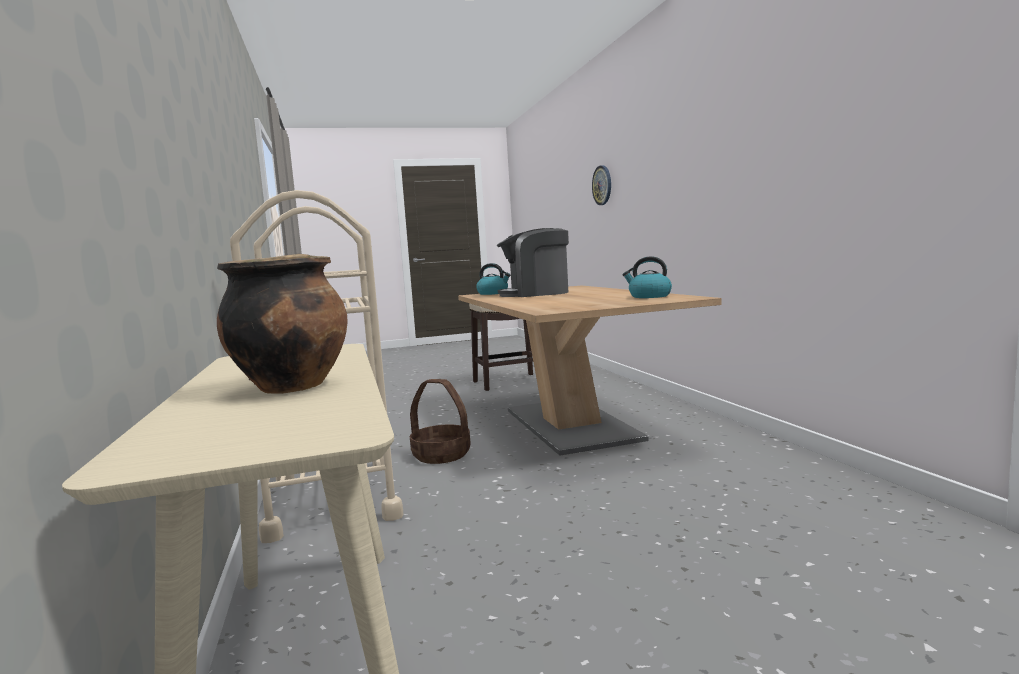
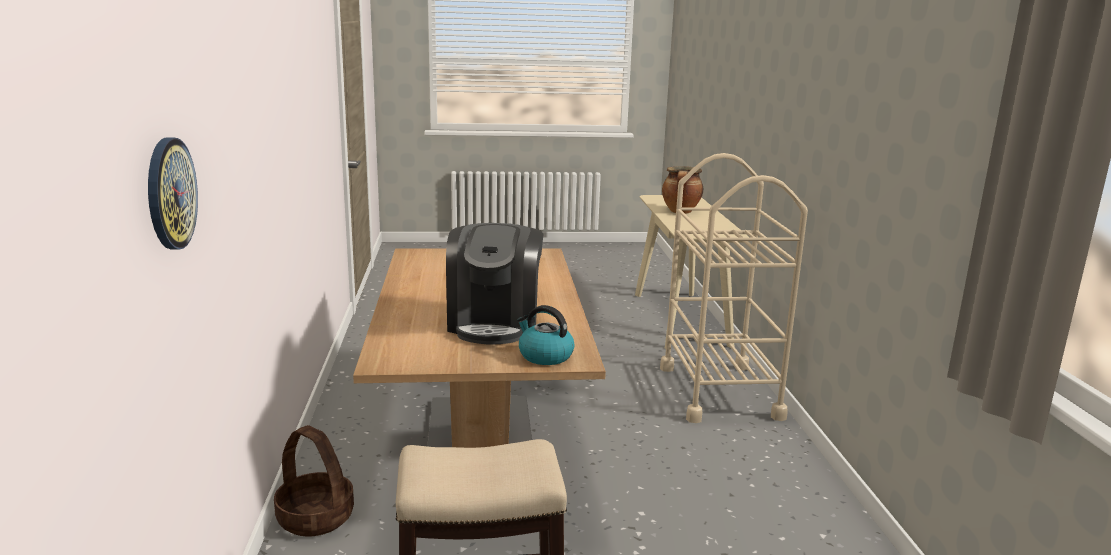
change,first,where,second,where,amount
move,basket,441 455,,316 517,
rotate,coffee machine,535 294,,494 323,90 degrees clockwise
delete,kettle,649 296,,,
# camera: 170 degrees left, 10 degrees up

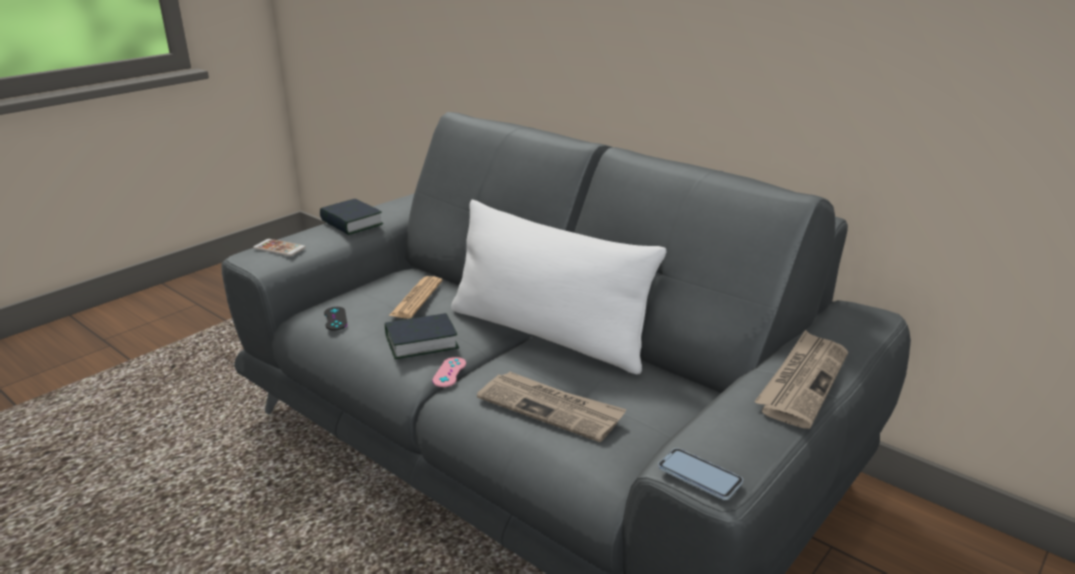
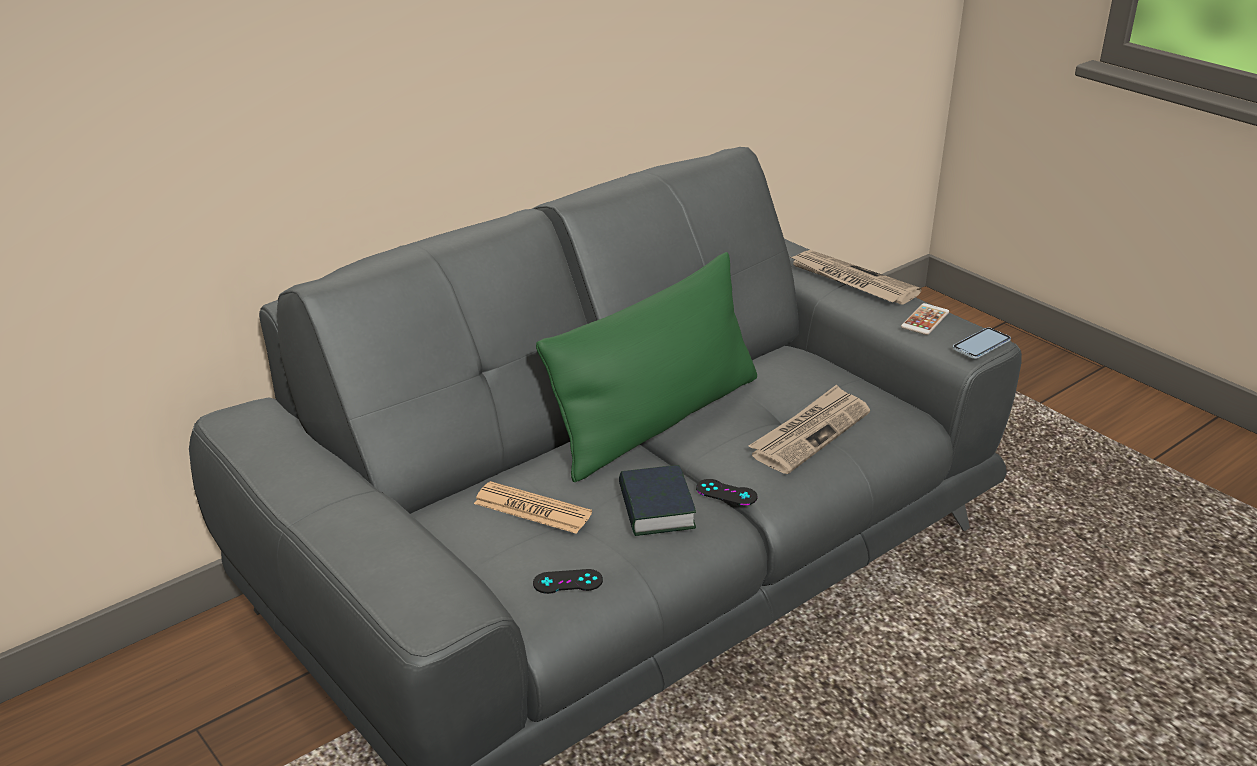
change,first,where,second,where,amount
move,phone,279 248,,925 320,
delete,book,351 223,,,
recolor,pink game controller,449 372,black game controller,726 492,
recolor,white pillow,547 334,green pillow,657 420,
# camera: 80 degrees left, 5 degrees up

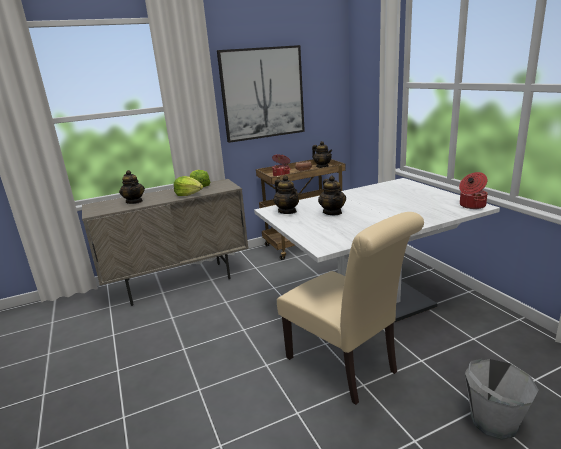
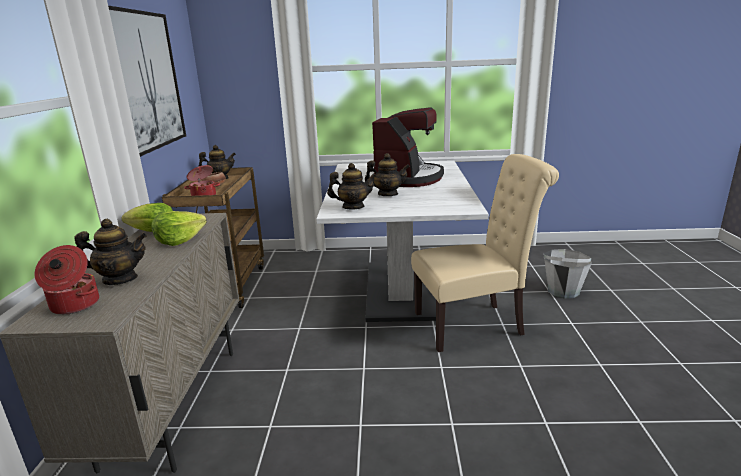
change,first,where,second,where,amount
move,cooking pot,471 205,,74 305,
insert,,,coffee machine,408 178,
# camera: 65 degrees left, 0 degrees up

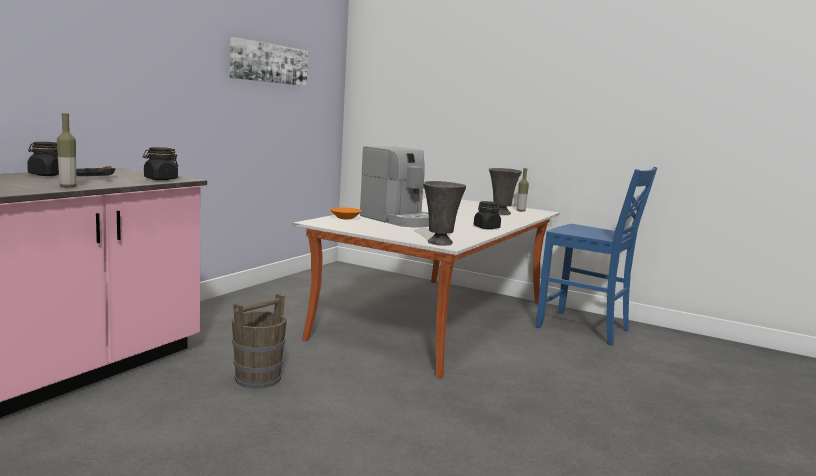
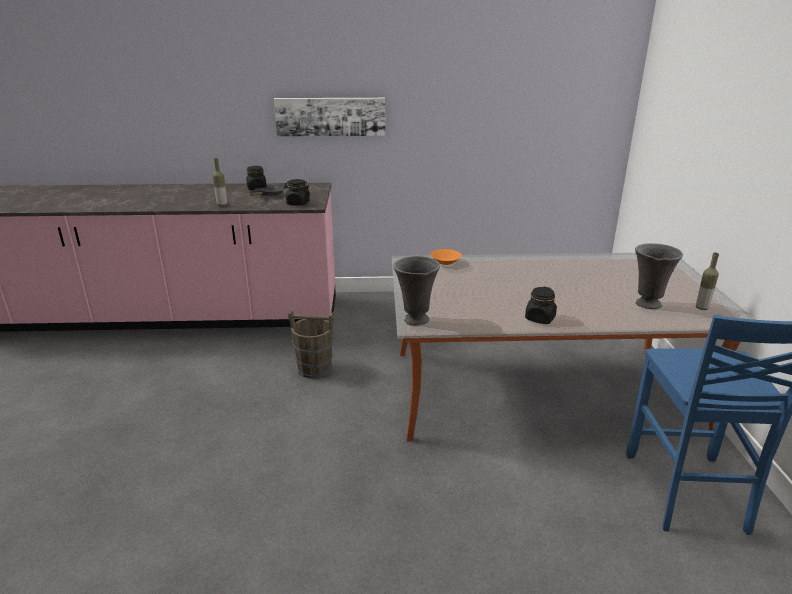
change,first,where,second,where,amount
move,picture,269 63,,330 116,
delete,coffee machine,399 220,,,
# camera: 60 degrees right, 15 degrees up

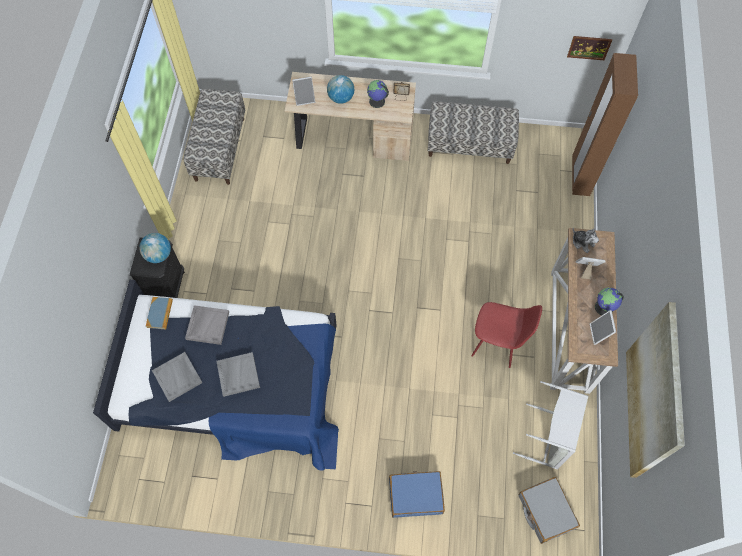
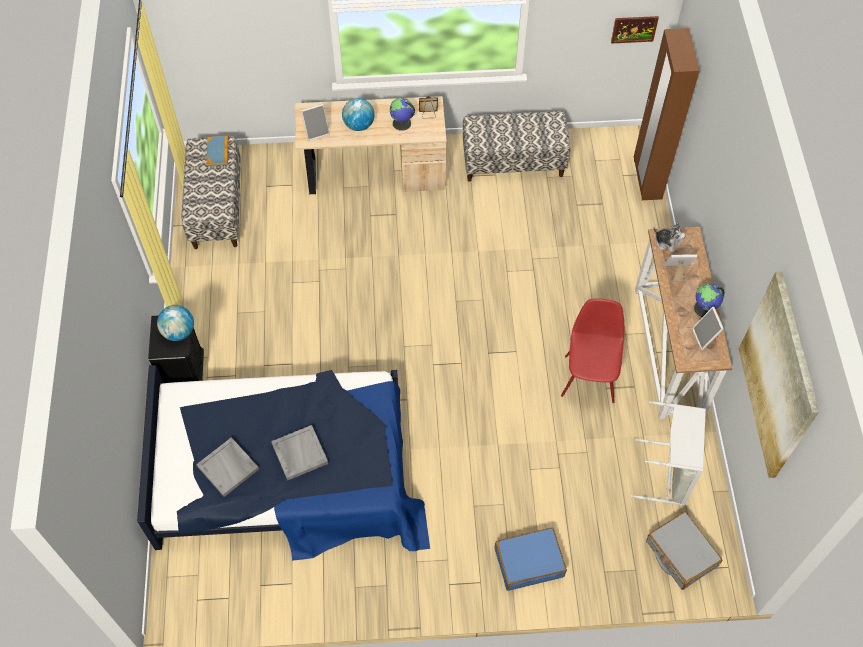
change,first,where,second,where,amount
move,book,160 313,,218 152,
delete,grey tray,207 325,,,
rotate,red chair,498 342,,589 377,90 degrees counterclockwise
# camera: 10 degrees left, 5 degrees down

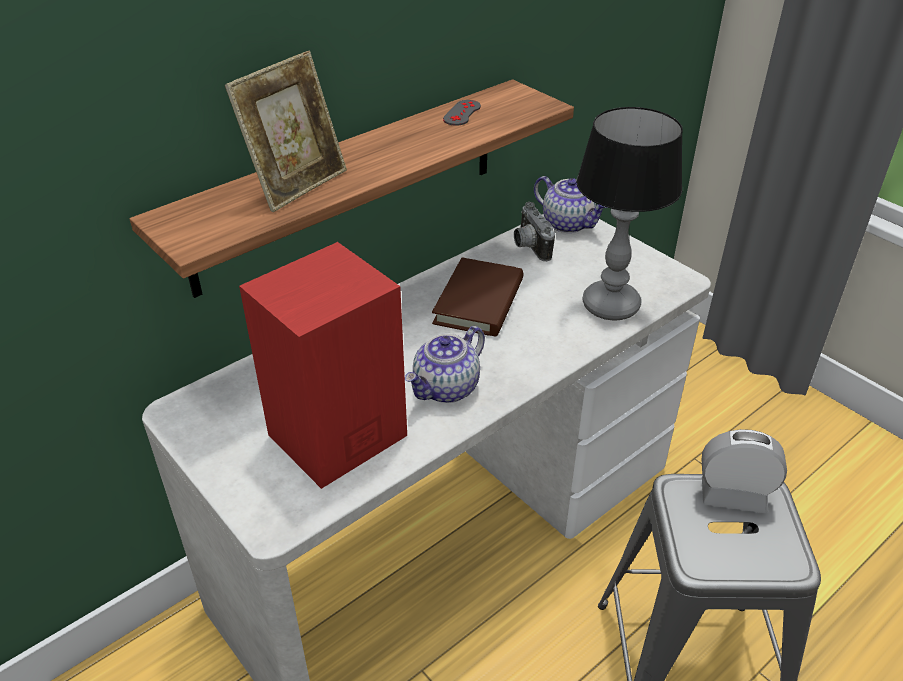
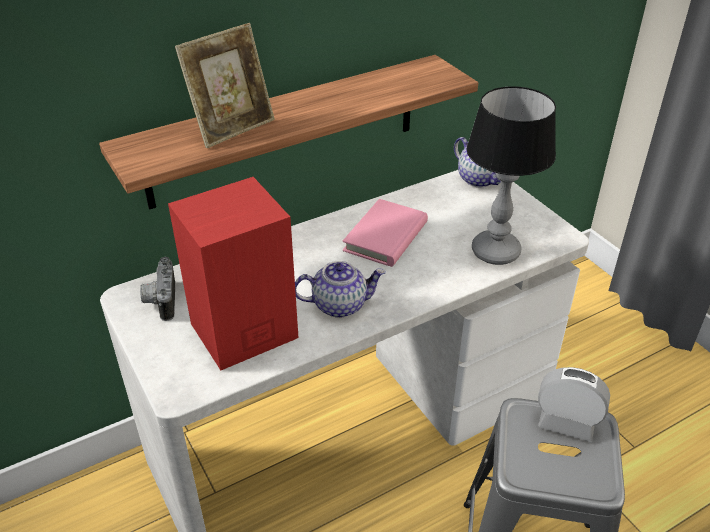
change,first,where,second,where,amount
rotate,teapot,446 389,,340 304,150 degrees counterclockwise
recolor,brown book,479 302,pink book,386 237,
delete,grey game controller,462 113,,,
move,photo camera,528 246,,160 301,
# camera: 10 degrees right, 0 degrees up

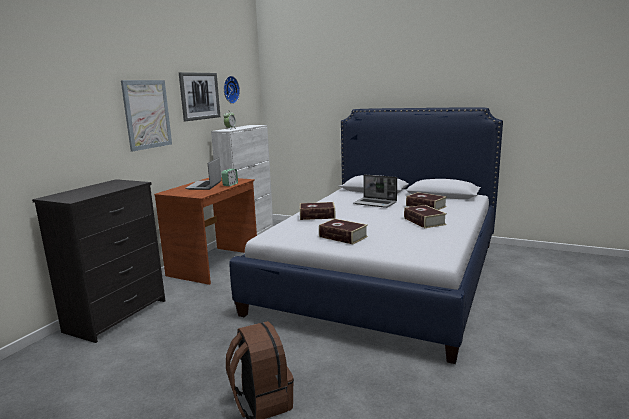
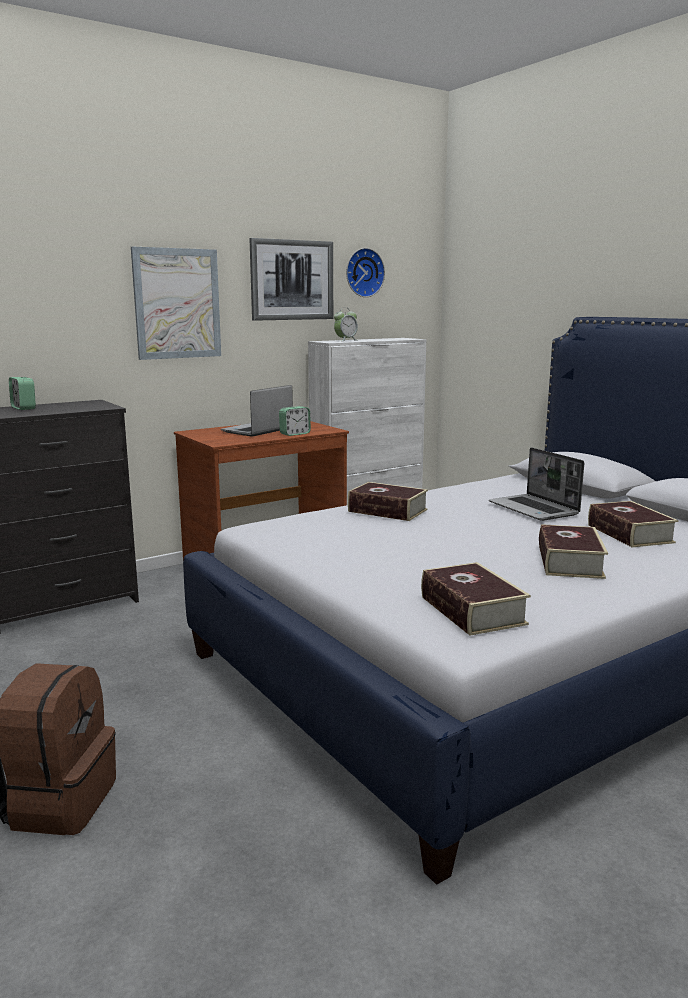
change,first,where,second,where,amount
move,book,343 237,,472 610,
insert,,,alarm clock,23 408,
# camera: 30 degrees right, 0 degrees up

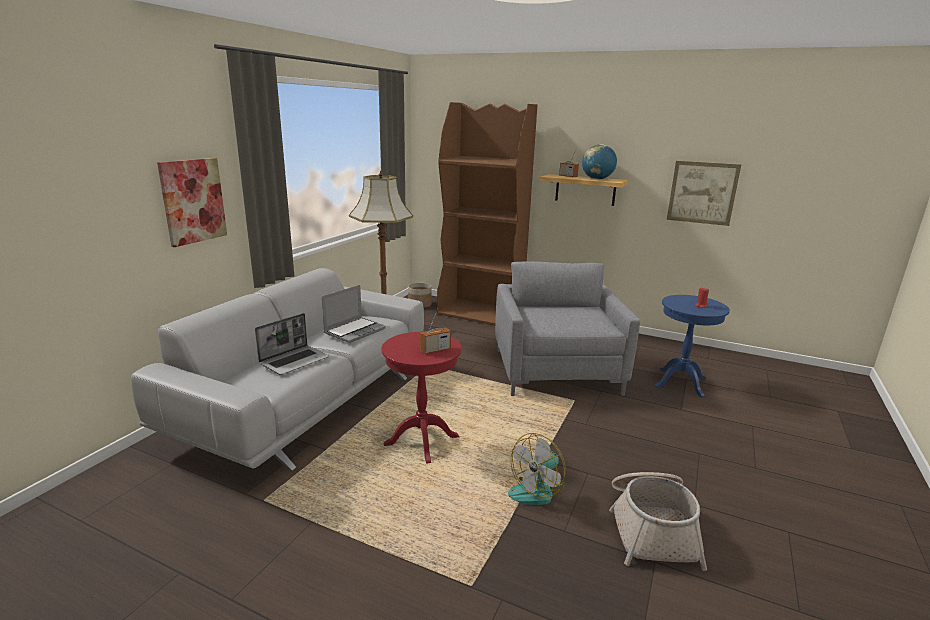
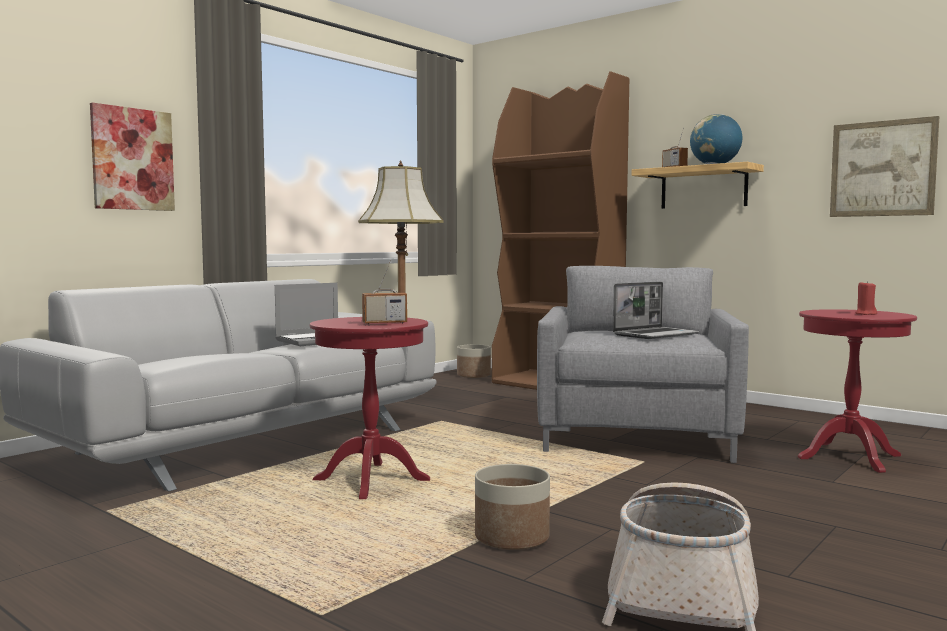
change,first,where,second,where,amount
move,laptop,294 361,,655 334,
replace,fan,537 490,planter,512 537,
recolor,blue side table,680 382,red side table,849 457,
# camera: 15 degrees right, 15 degrees down

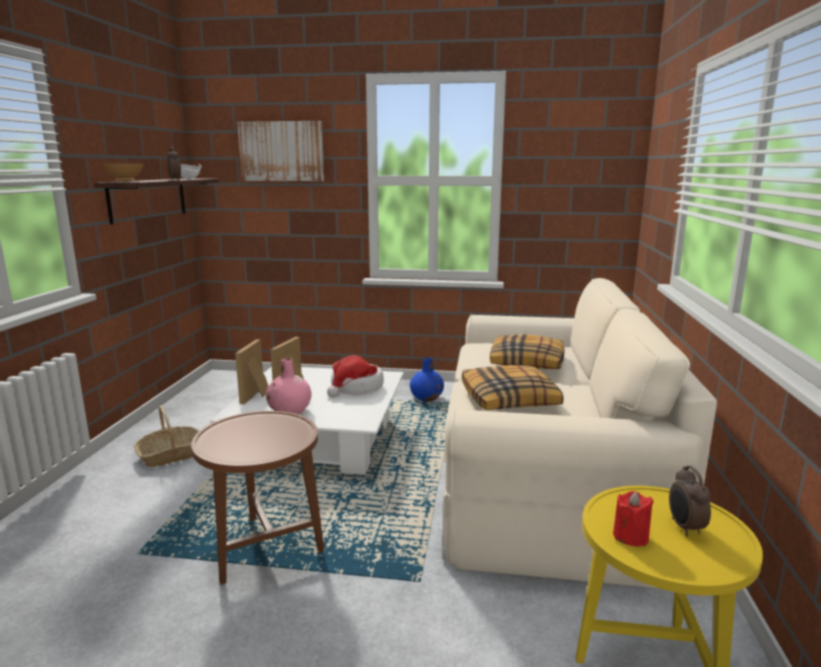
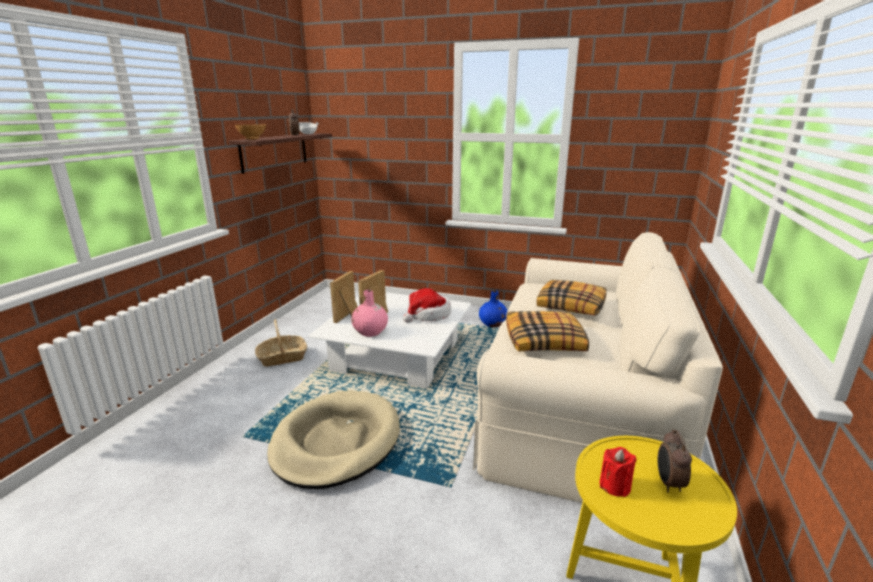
change,first,where,second,where,amount
replace,brown side table,264 546,beige dog bed,336 442,
delete,picture,282 151,,,
# camera: 10 degrees right, 5 degrees up

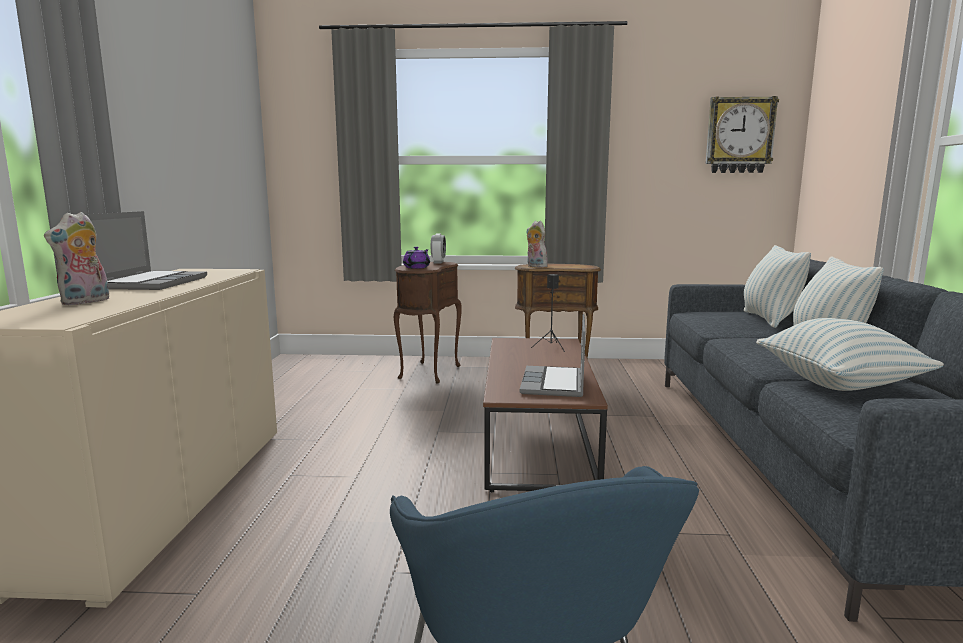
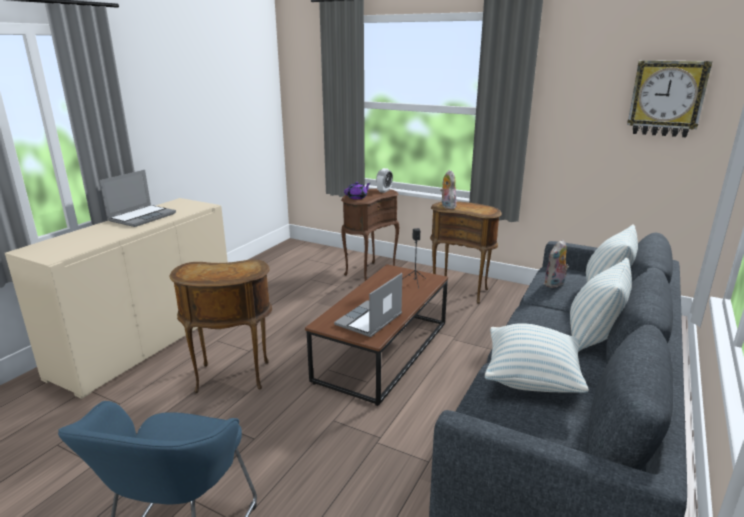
change,first,where,second,where,amount
move,plush toy,86 302,,555 284,
insert,,,brown side table,232 378,
# camera: 25 degrees right, 10 degrees up

